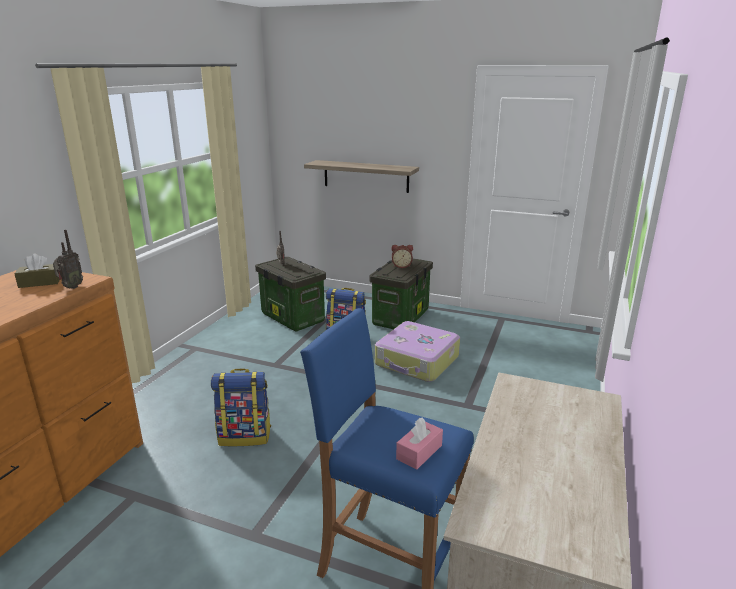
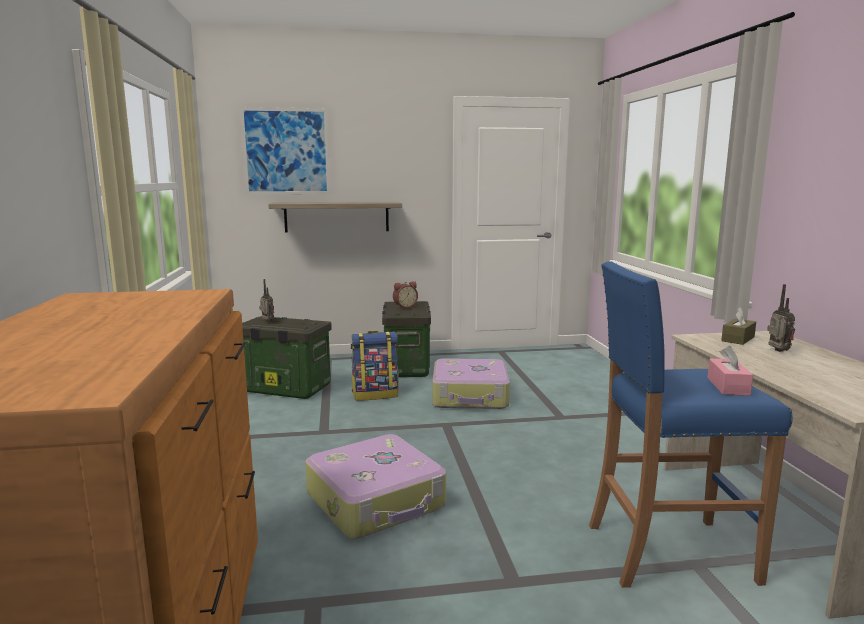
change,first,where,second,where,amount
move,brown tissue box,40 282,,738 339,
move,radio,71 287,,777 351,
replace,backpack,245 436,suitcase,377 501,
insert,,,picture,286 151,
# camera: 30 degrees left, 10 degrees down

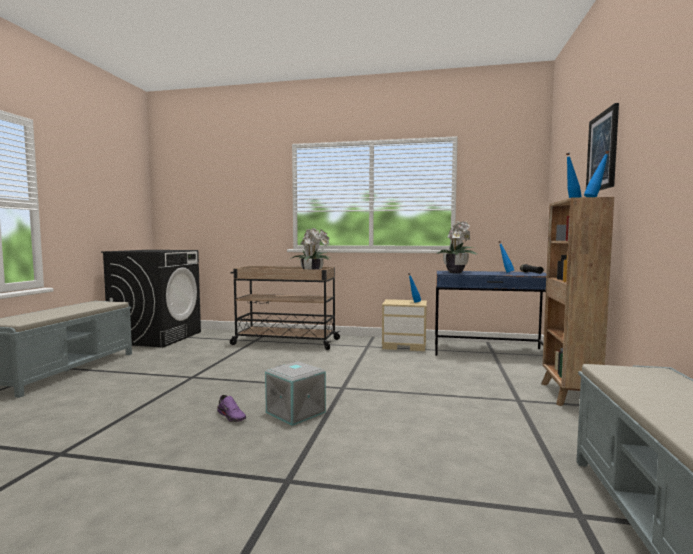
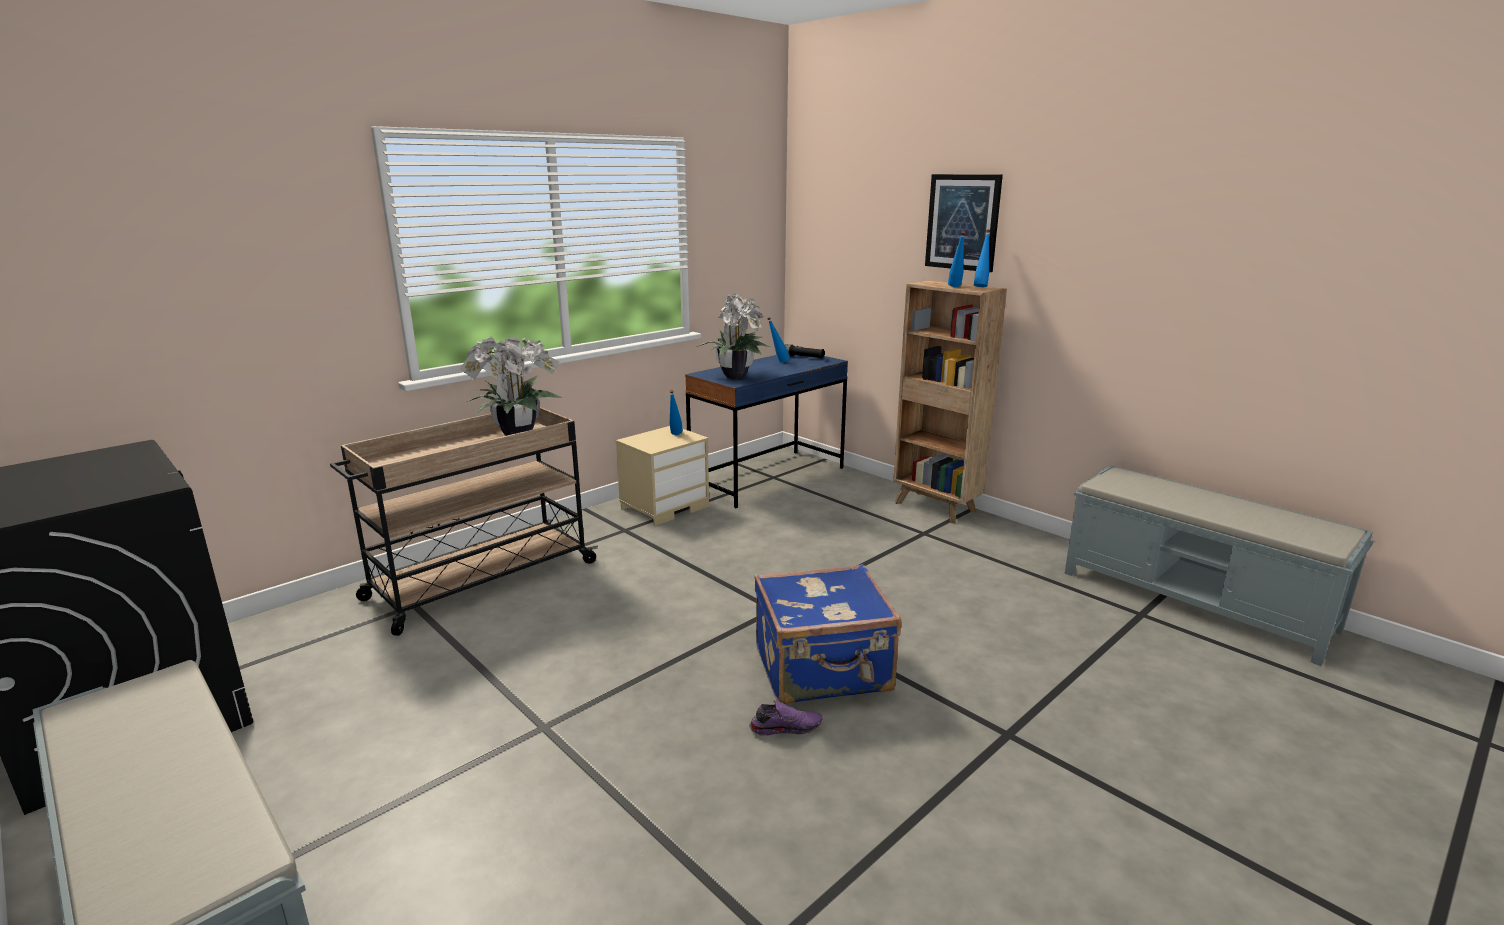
change,first,where,second,where,amount
replace,grey storage box,296 412,blue suitcase,823 670,
# camera: 55 degrees left, 15 degrees up

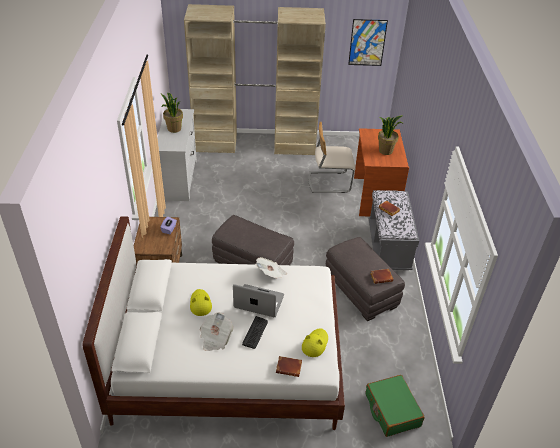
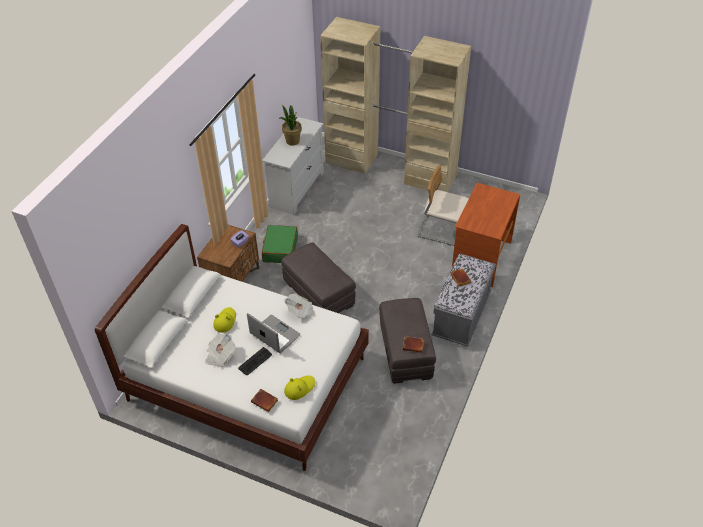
change,first,where,second,where,amount
delete,picture,367 42,,,
move,green suitcase,392 410,,280 249,
delete,potted plant,385 150,,,
# camera: 25 degrees right, 5 degrees up

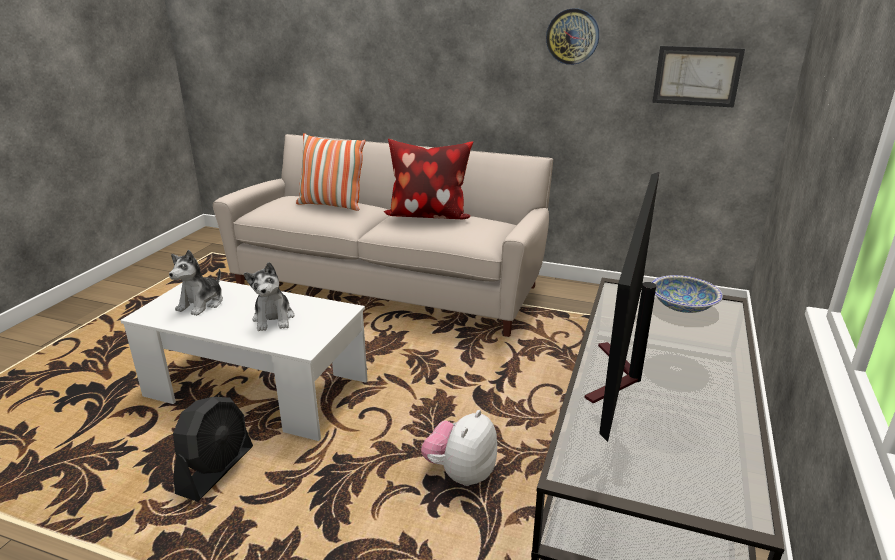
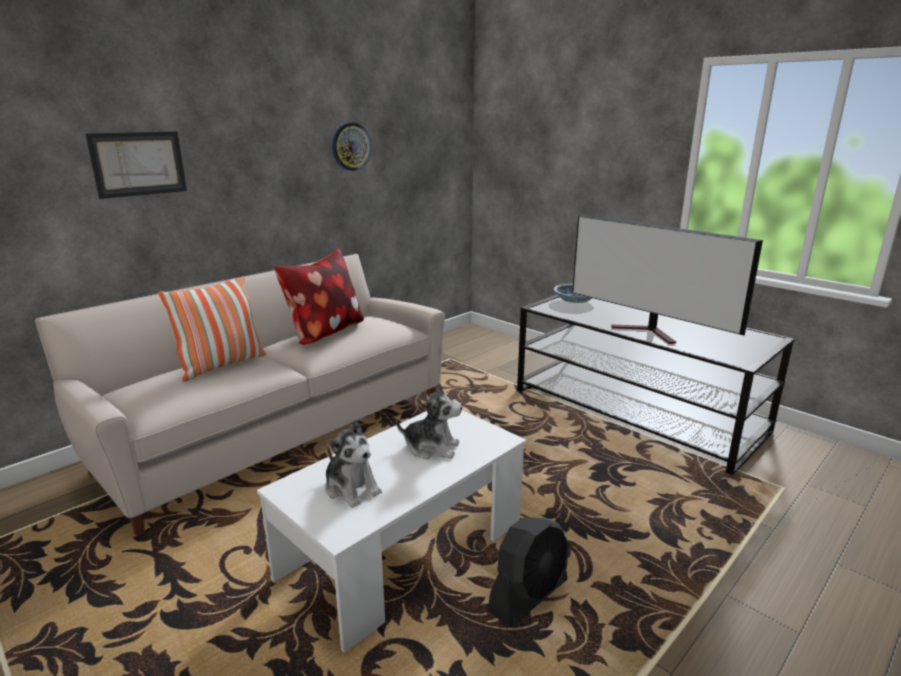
change,first,where,second,where,amount
rotate,black fan,216 470,,529 596,90 degrees clockwise
delete,plush toy,461 473,,,
move,picture,696 76,,138 164,
# camera: 65 degrees left, 5 degrees down

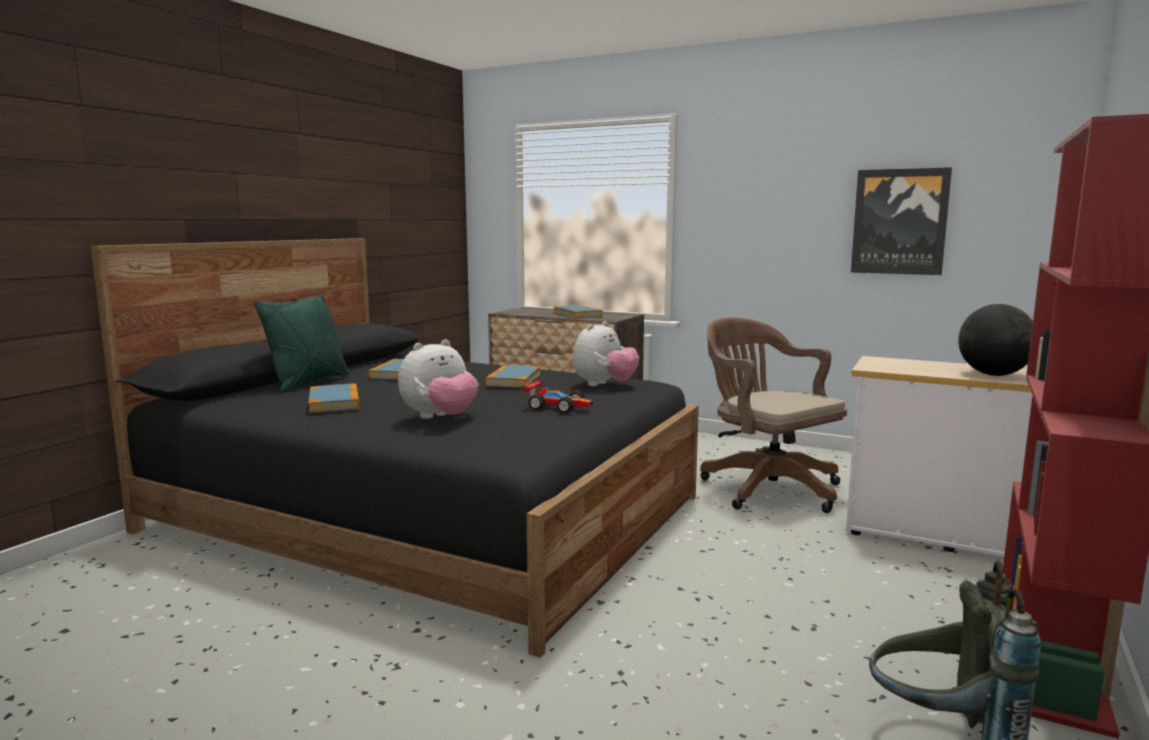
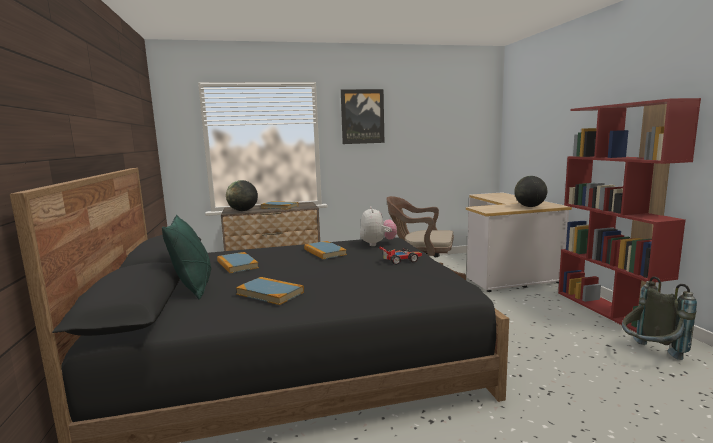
change,first,where,second,where,amount
delete,plush toy,440 418,,,
move,picture,899 222,,362 116,
insert,,,globe,243 211,
# camera: 40 degrees left, 0 degrees up

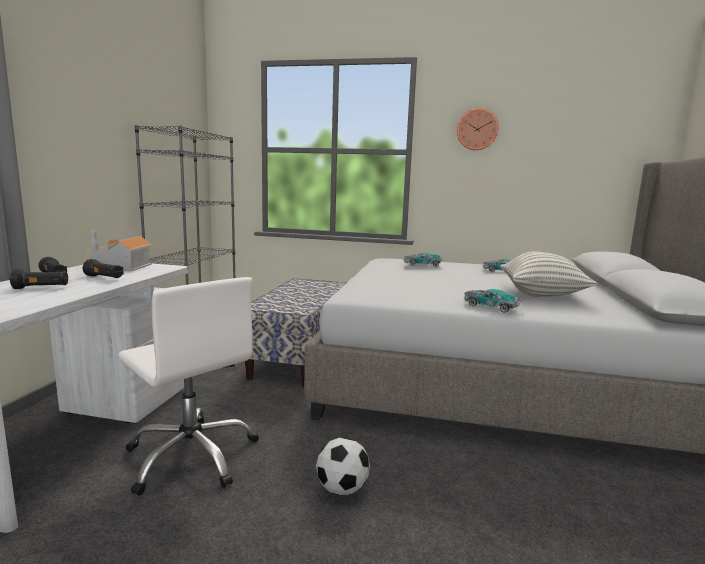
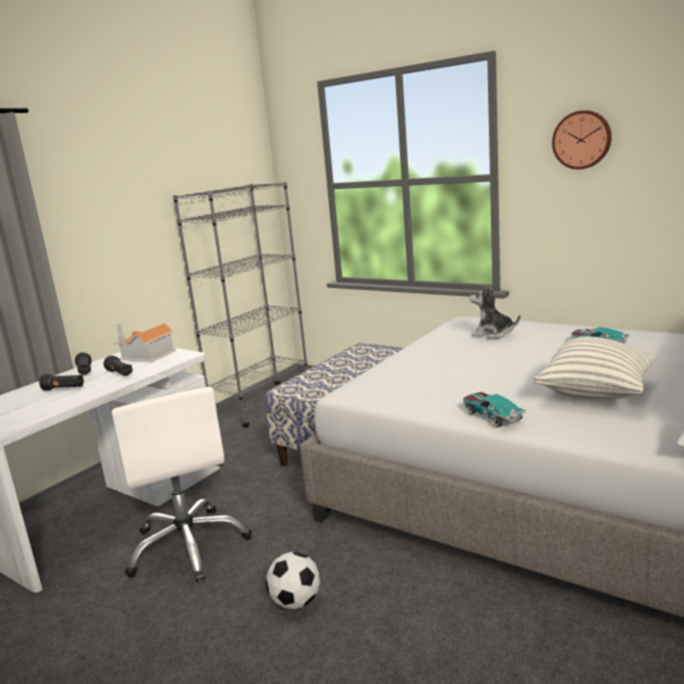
change,first,where,second,where,amount
replace,toy car,422 264,plush toy,492 334,
# camera: 25 degrees right, 5 degrees up

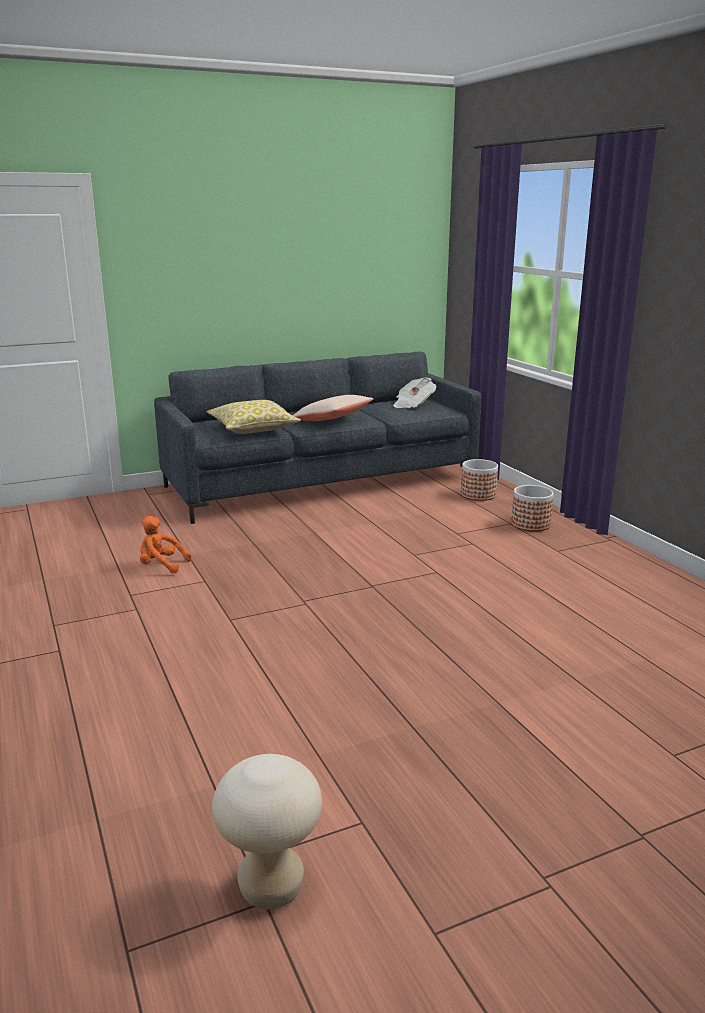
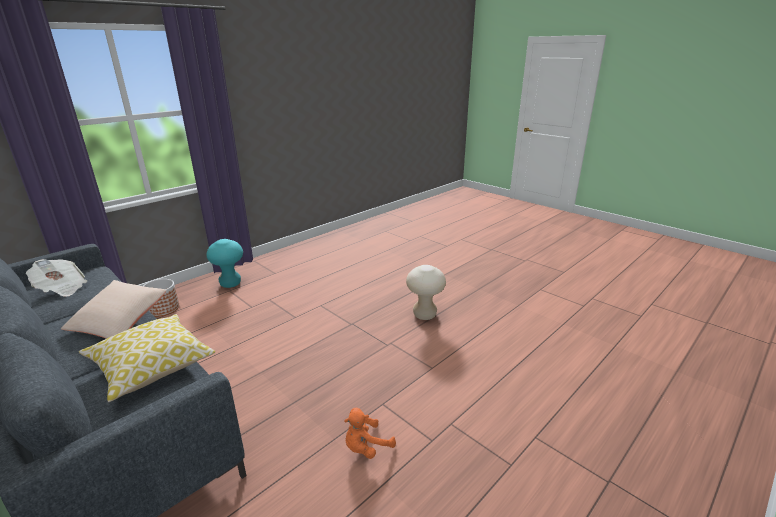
change,first,where,second,where,amount
rotate,orange plush toy,161 566,,366 447,60 degrees clockwise
move,beige stool,271 888,,424 315,
replace,planter,530 524,turquoise stool,230 284,
# camera: 110 degrees left, 5 degrees up

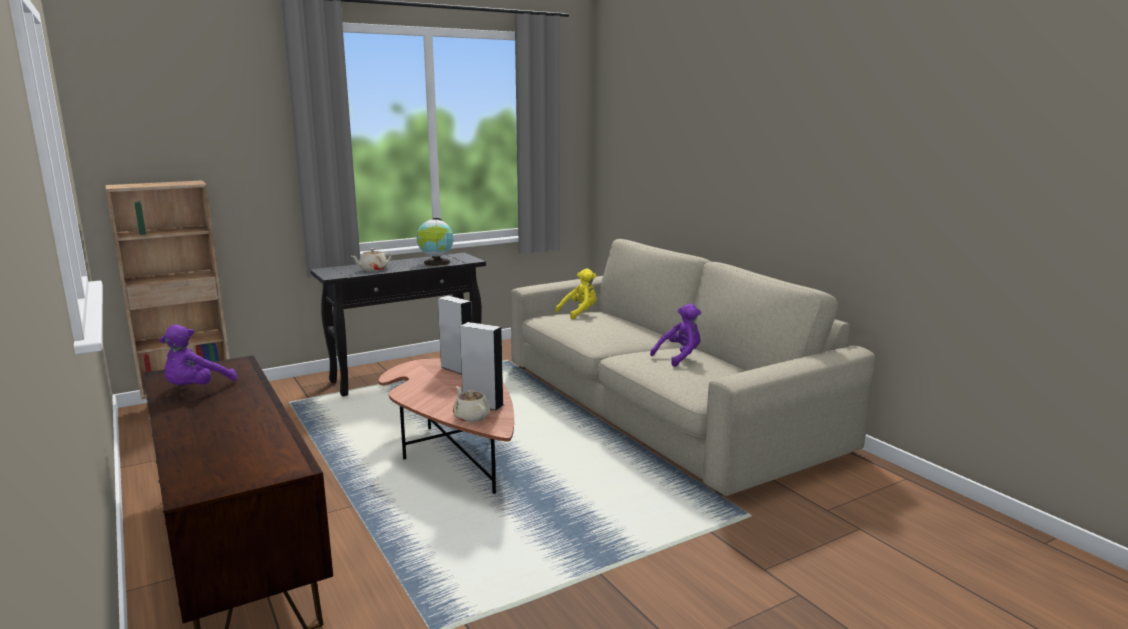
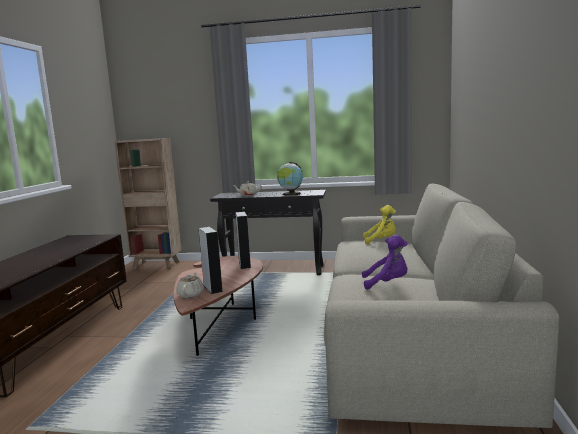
change,first,where,second,where,amount
delete,purple plush toy,196 389,,,
# camera: 40 degrees right, 5 degrees down

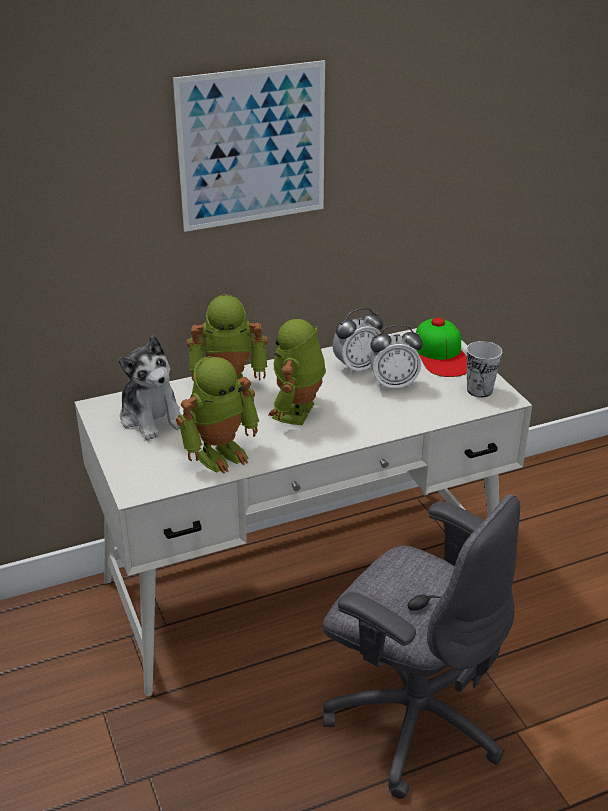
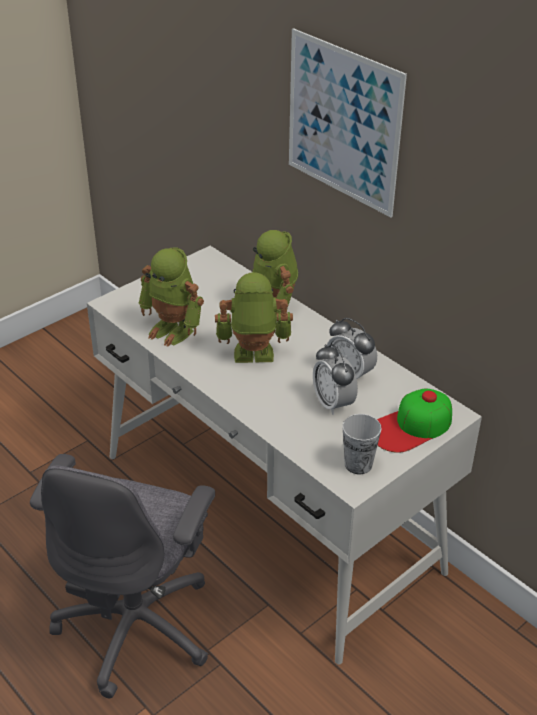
change,first,where,second,where,amount
delete,plush toy,152 418,,,
# camera: 70 degrees right, 5 degrees up

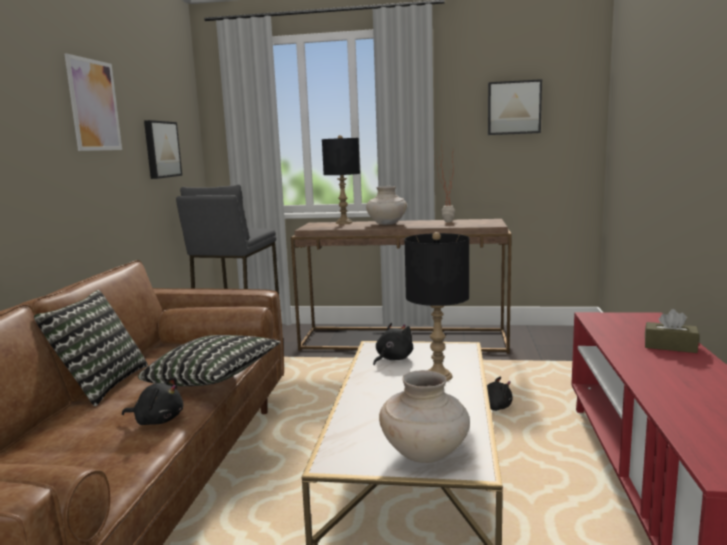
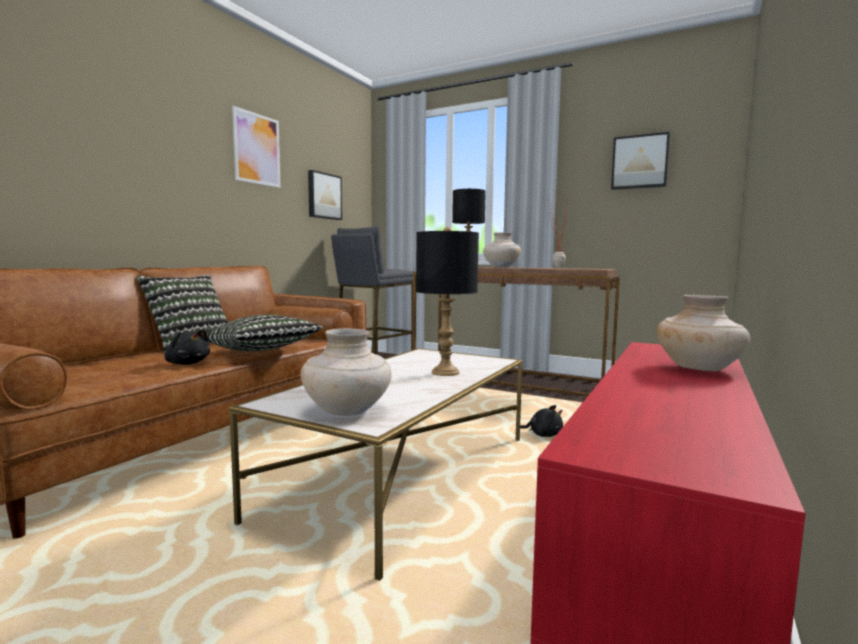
change,first,where,second,where,amount
delete,black plush toy,392 358,,,
replace,brown tissue box,670 346,beige vase,699 369,
# camera: 20 degrees right, 5 degrees down

